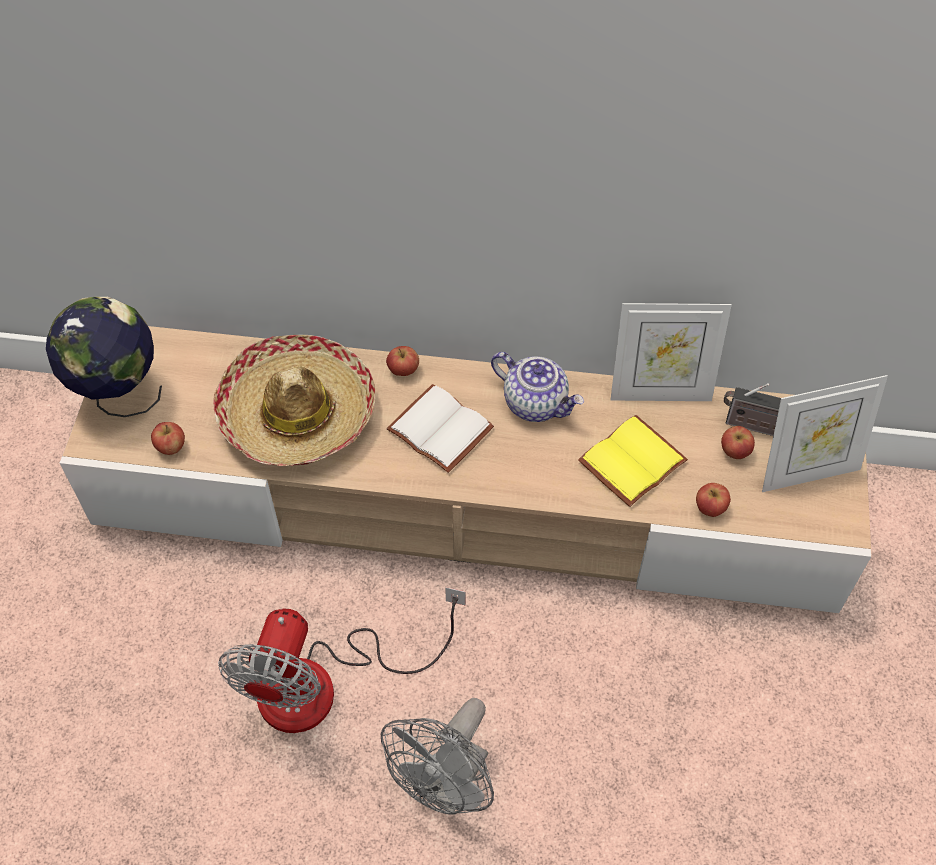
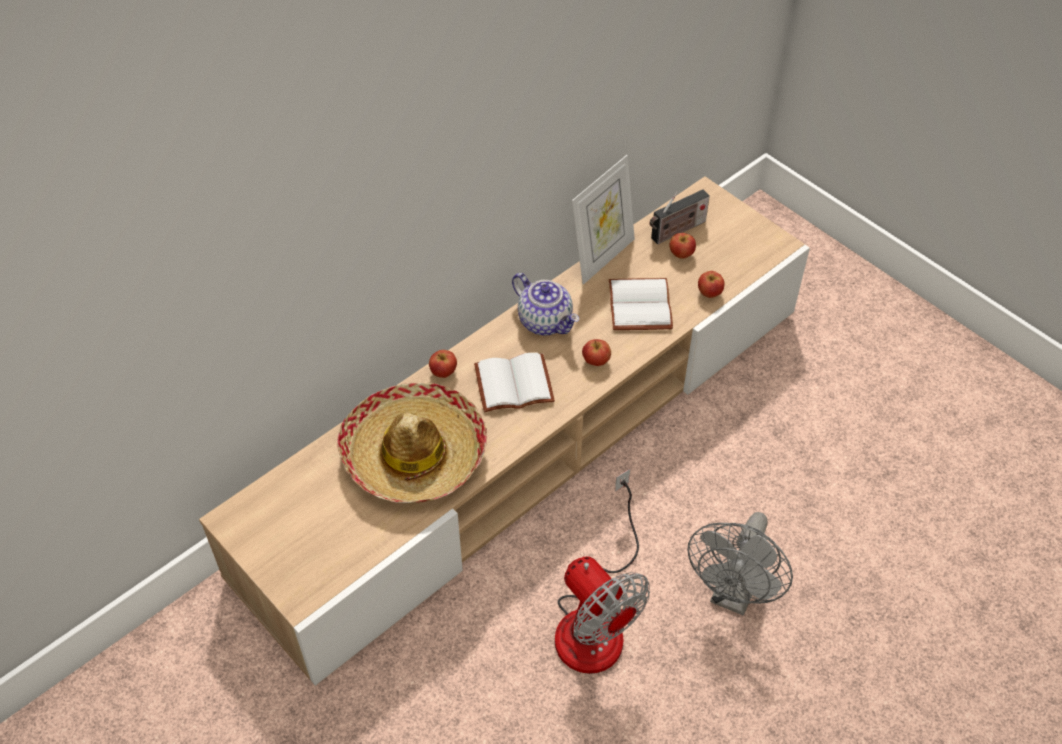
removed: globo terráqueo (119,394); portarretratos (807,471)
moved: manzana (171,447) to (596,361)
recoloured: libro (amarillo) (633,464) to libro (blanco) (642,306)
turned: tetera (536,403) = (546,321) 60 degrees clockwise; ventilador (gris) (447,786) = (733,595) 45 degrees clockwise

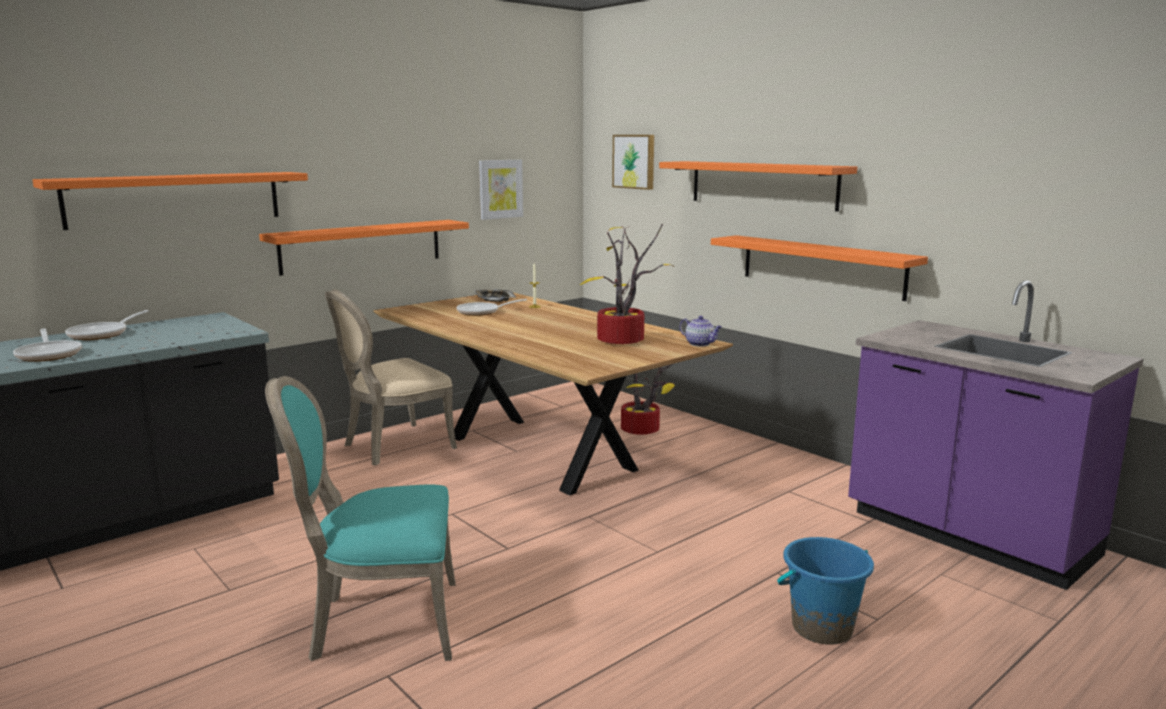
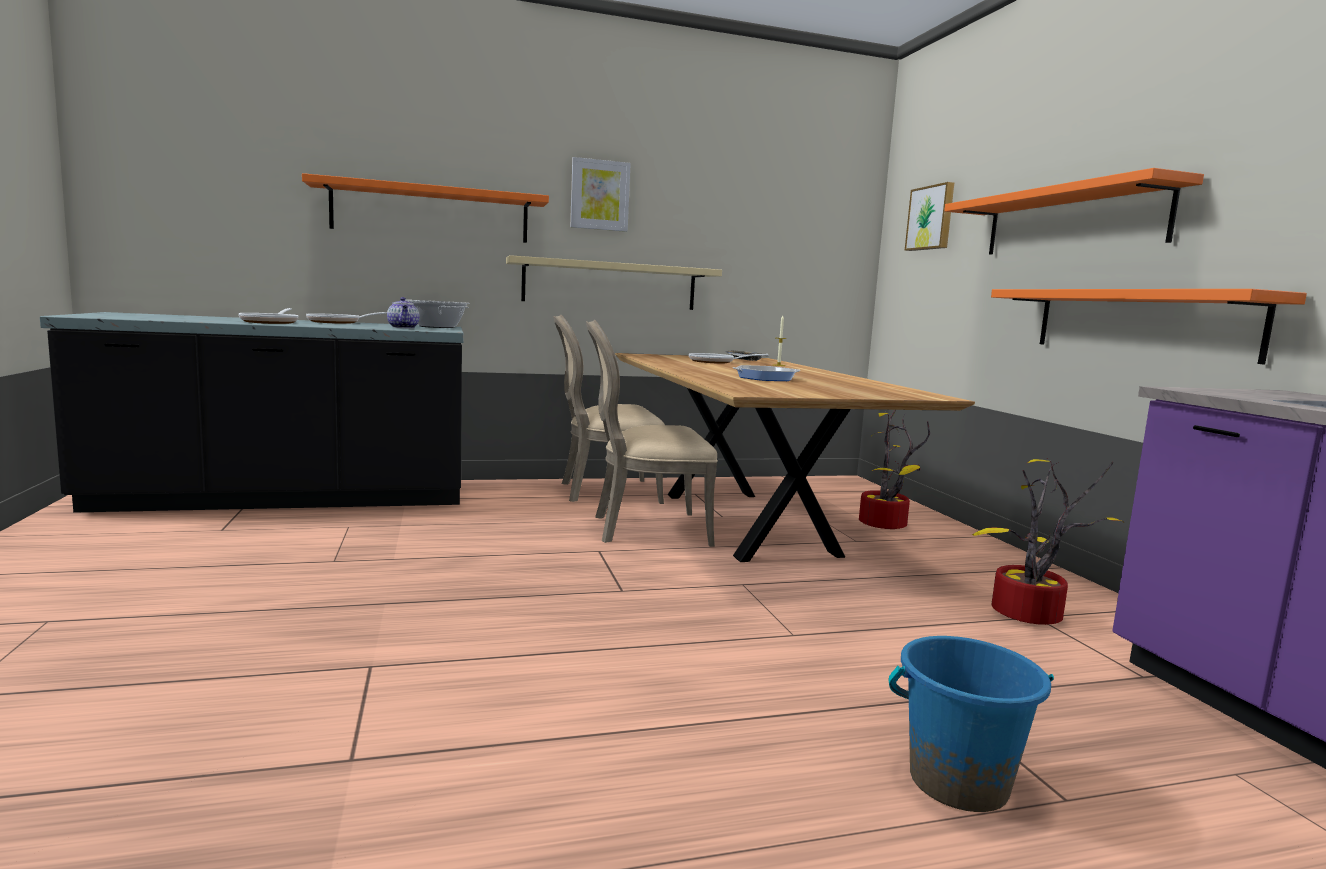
removed: silla (turquesa) (380,623)
added: olla (437,327); silla (beis) (645,529); sartén (765,378)
moved: cuadro (500,189) to (599,195); planta en maceta (622,342) to (1027,617); tetera (700,344) to (403,327)
recoloured: estante (naranja) (362,246) to estante (beis) (610,284)

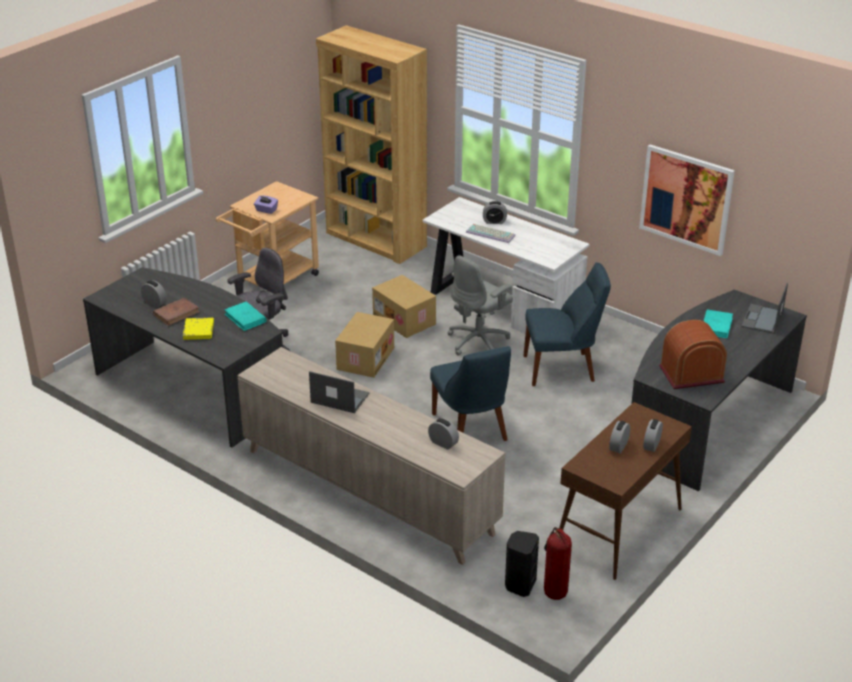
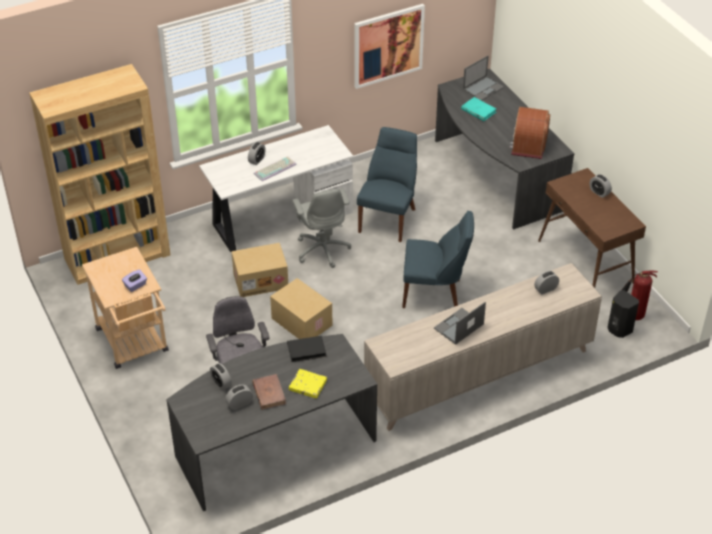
moved: despertador (618,446) to (221,383)
recoloured: libro (turquesa) (245,318) to libro (negro) (307,350)
turned: portátil (762,319) = (483,88) 90 degrees counterclockwise

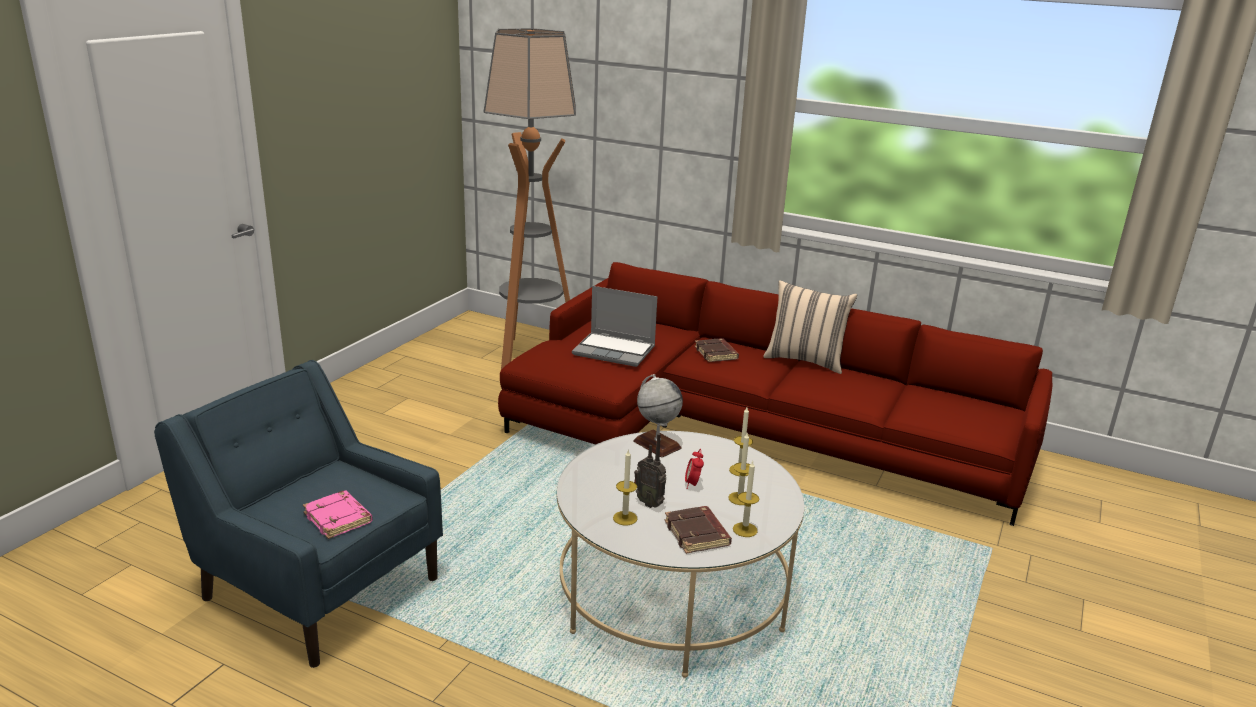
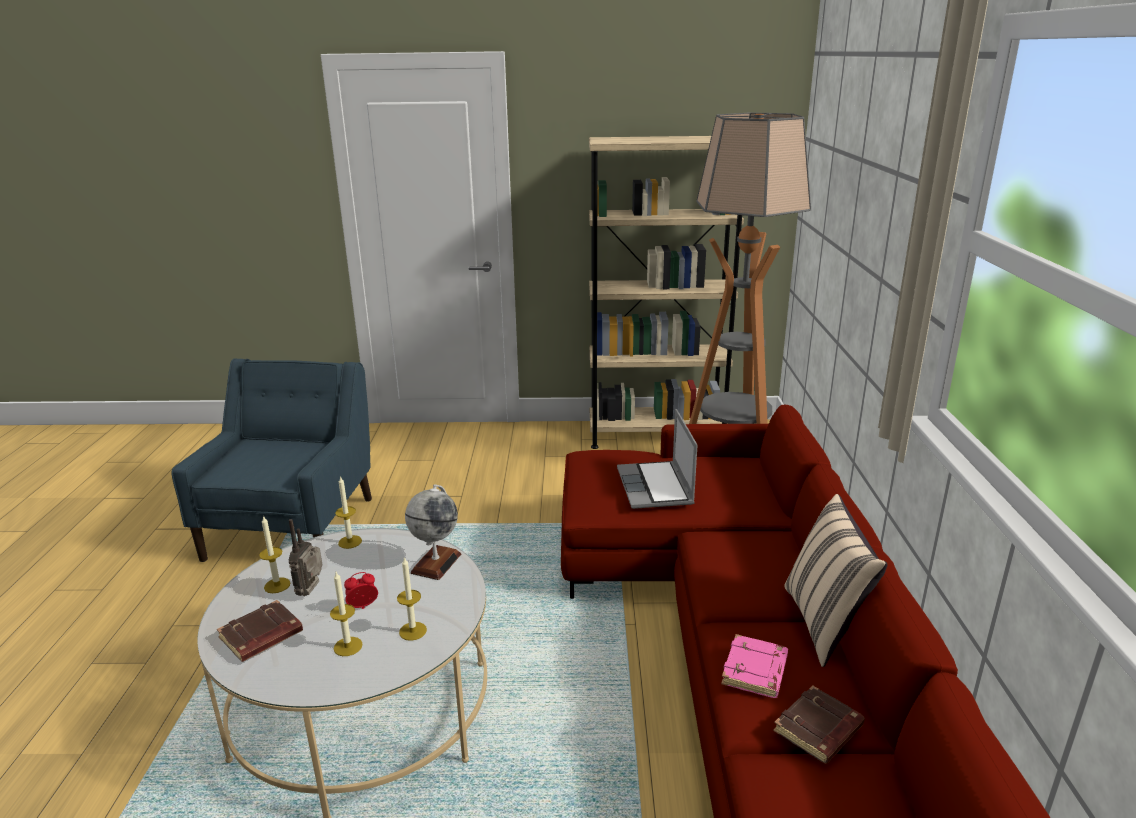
added: estantería (beis) (656,435)
moved: libro (marrón) (716,354) to (818,730); vela (745,529) to (350,542); libro (rosa) (339,518) to (755,671)

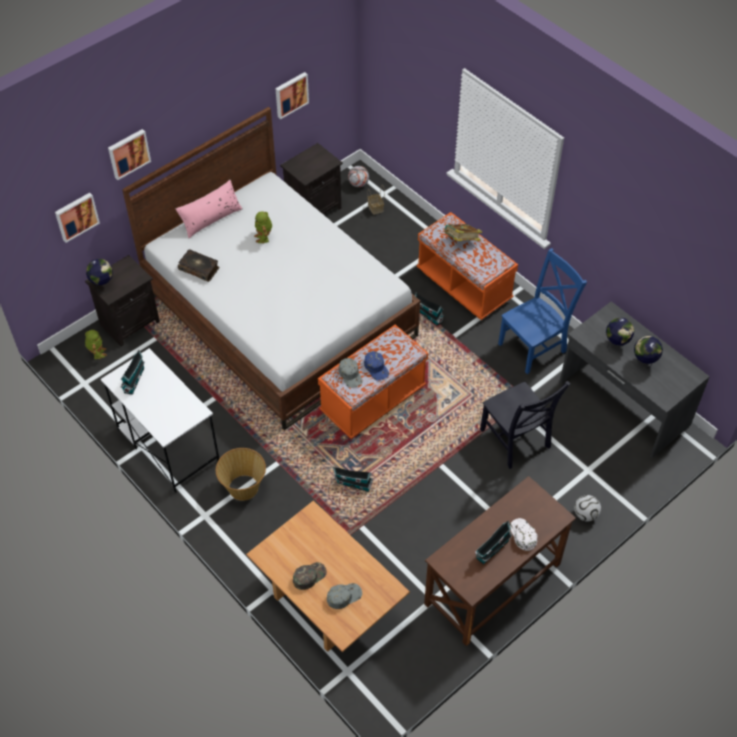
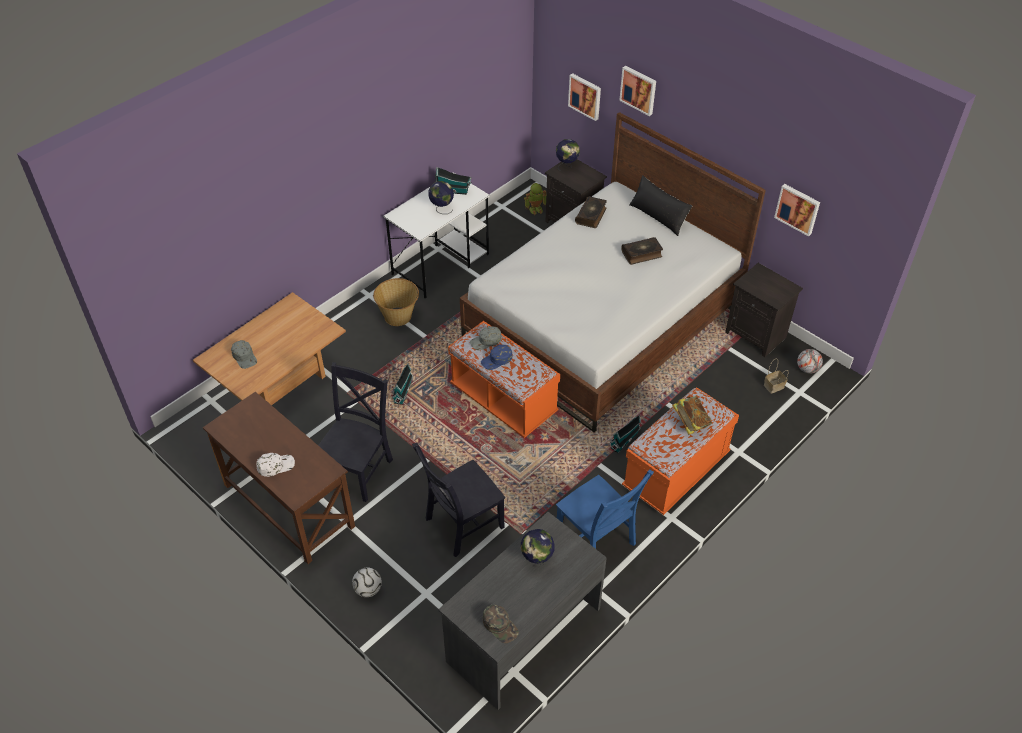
removed: casita (491,550)
added: silla (negro) (358,469)
moved: globo terráqueo (644,363) to (441,209); gorra (verde) (309,576) to (500,625)
replaced: robot de juguete (264,237) to libro (642,254)
recoloured: cojín (rosa) (211,219) to cojín (negro) (658,216)

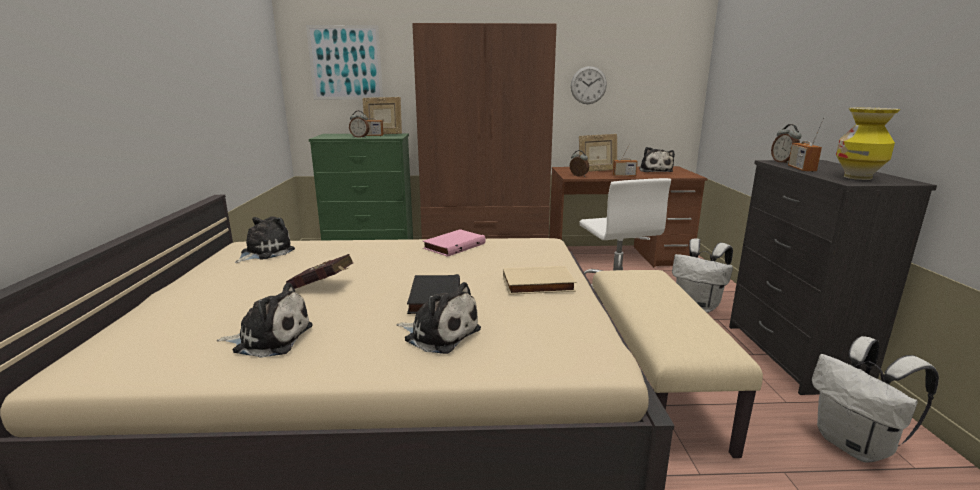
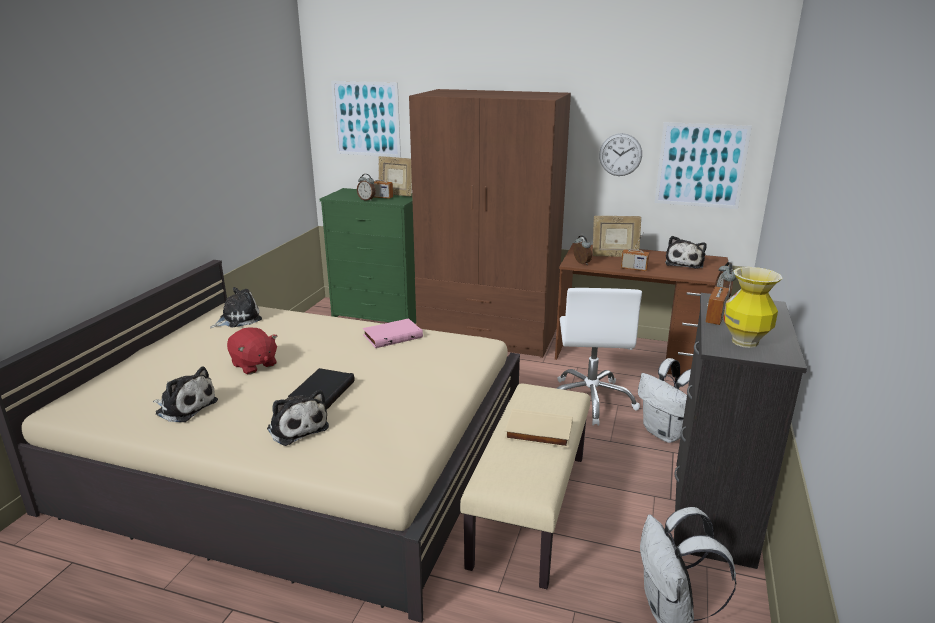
added: cuadro (701,165)
moved: libro (beis) (538,285) to (538,432)
replaced: libro (rojo) (324,287) to peluche (rojo) (254,365)

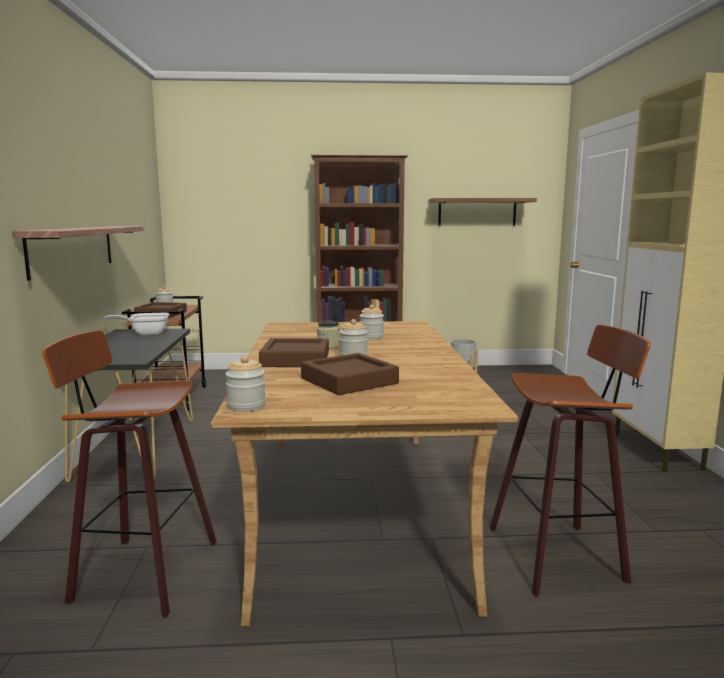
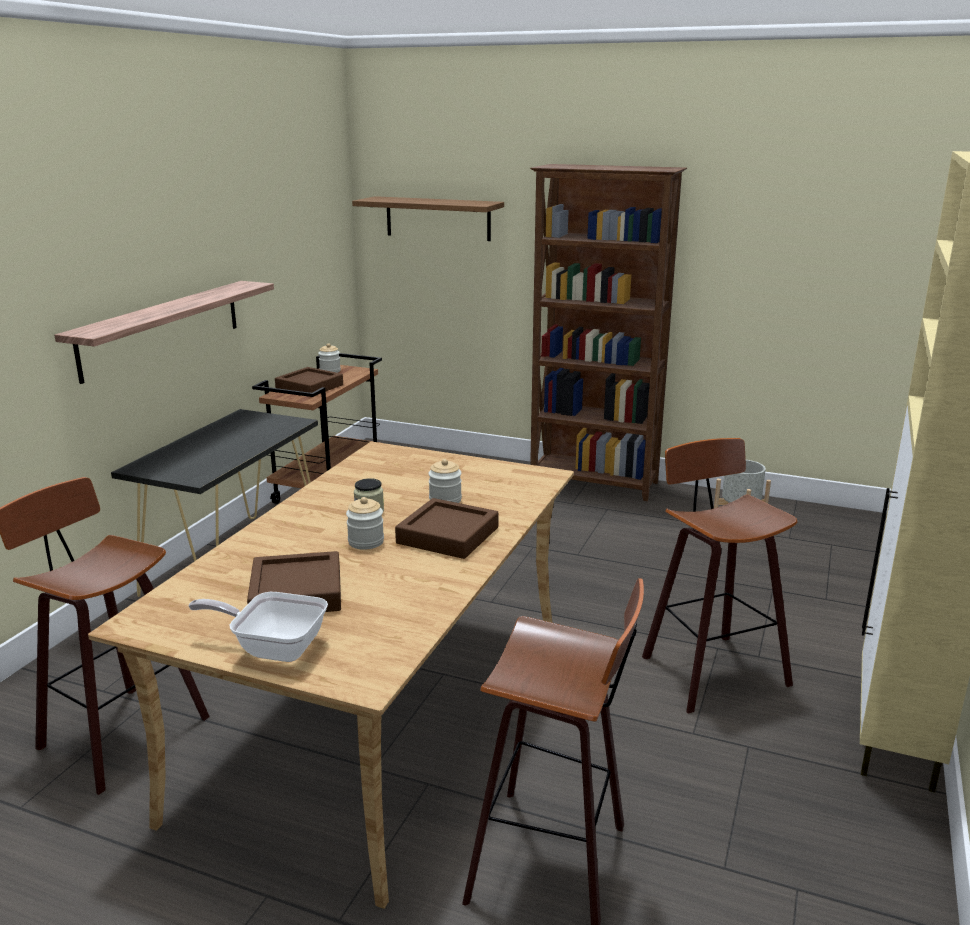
removed: tarro (246,406)
added: taburete (709,669)
moved: estante (477,212) to (438,218); sartén (145,333) to (273,647); bandeja (marrón) (295,359) to (447,535)

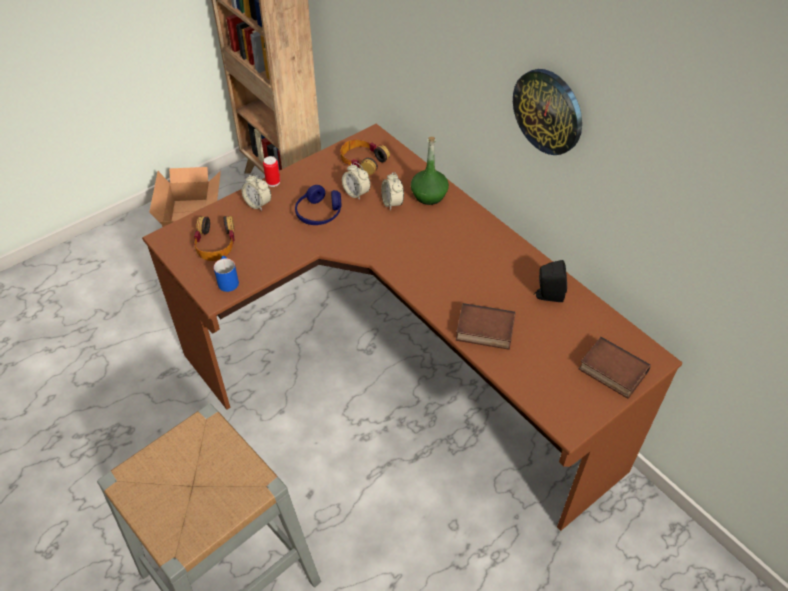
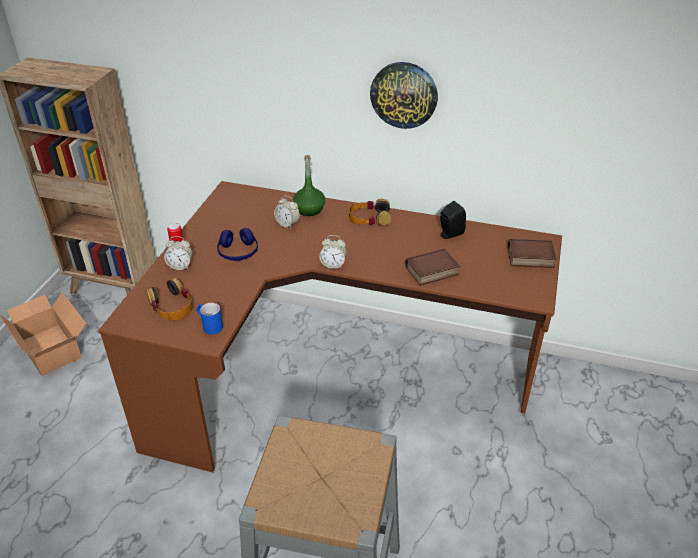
moved: auriculares (363,161) to (369,218); despertador (356,193) to (333,265)

